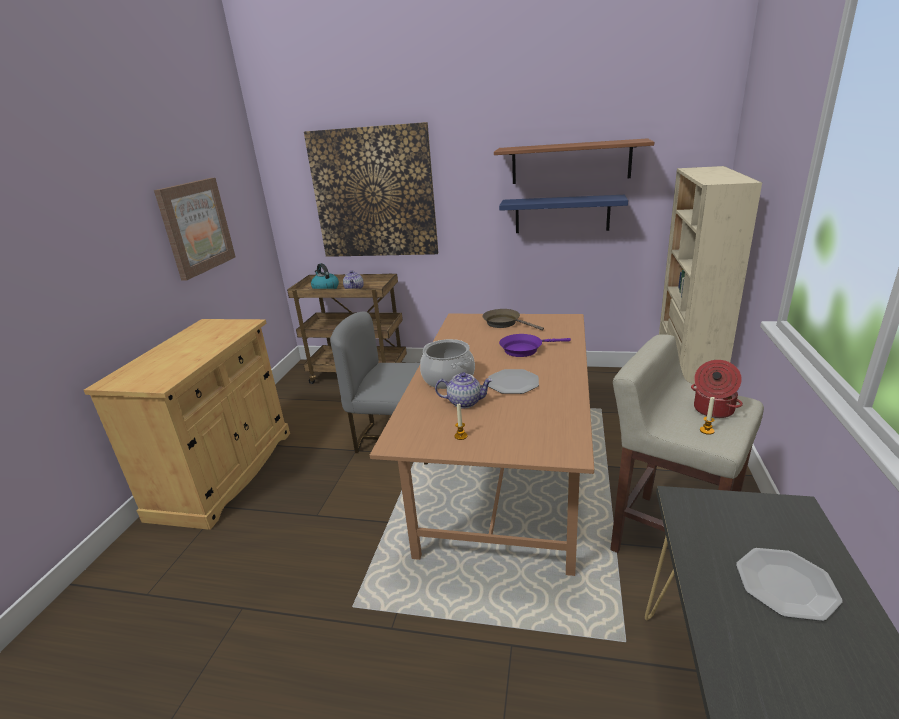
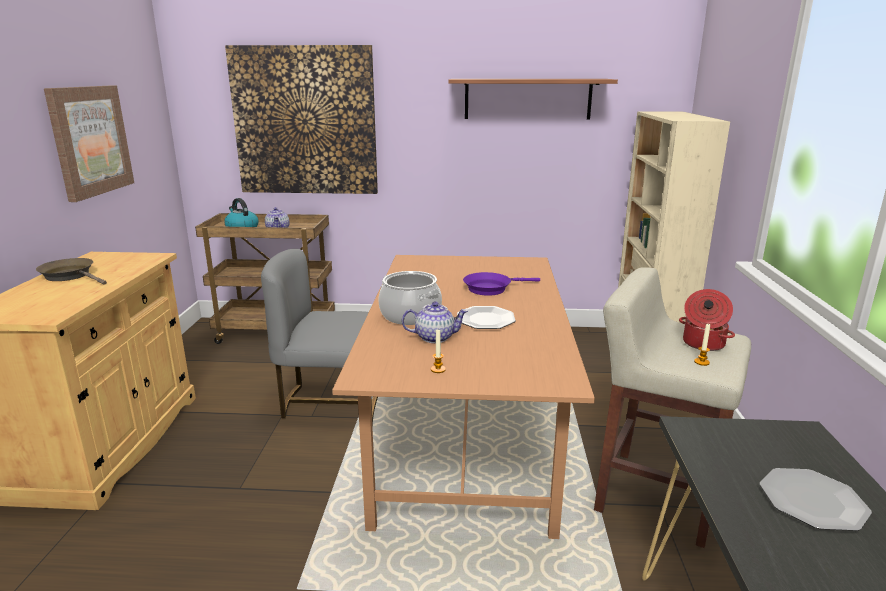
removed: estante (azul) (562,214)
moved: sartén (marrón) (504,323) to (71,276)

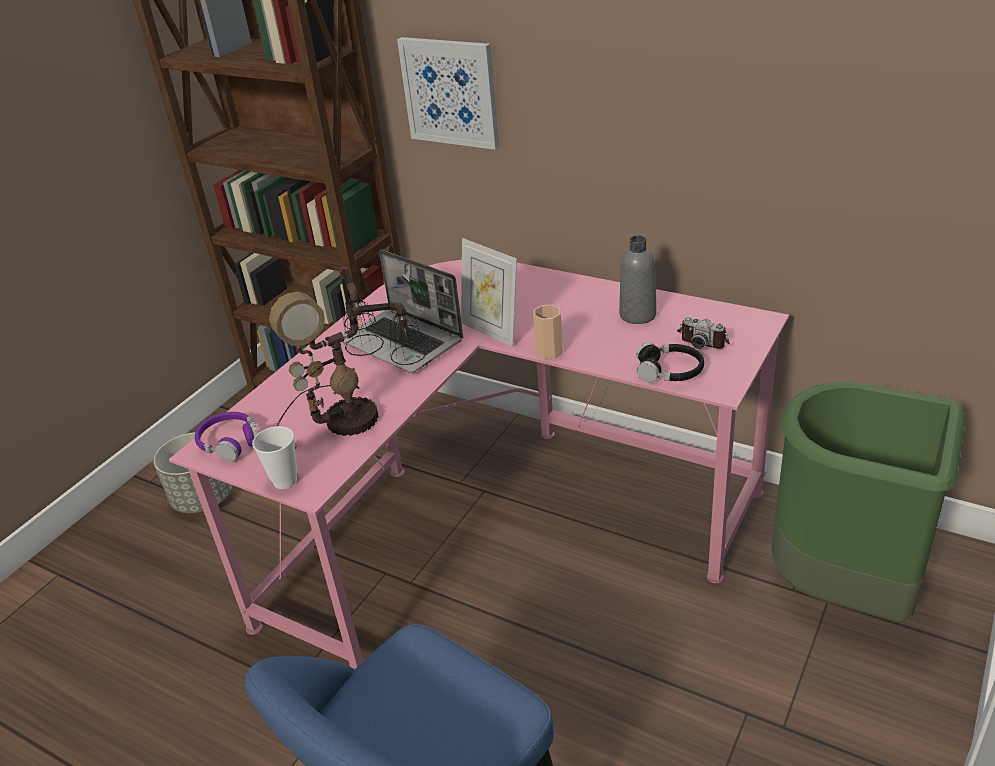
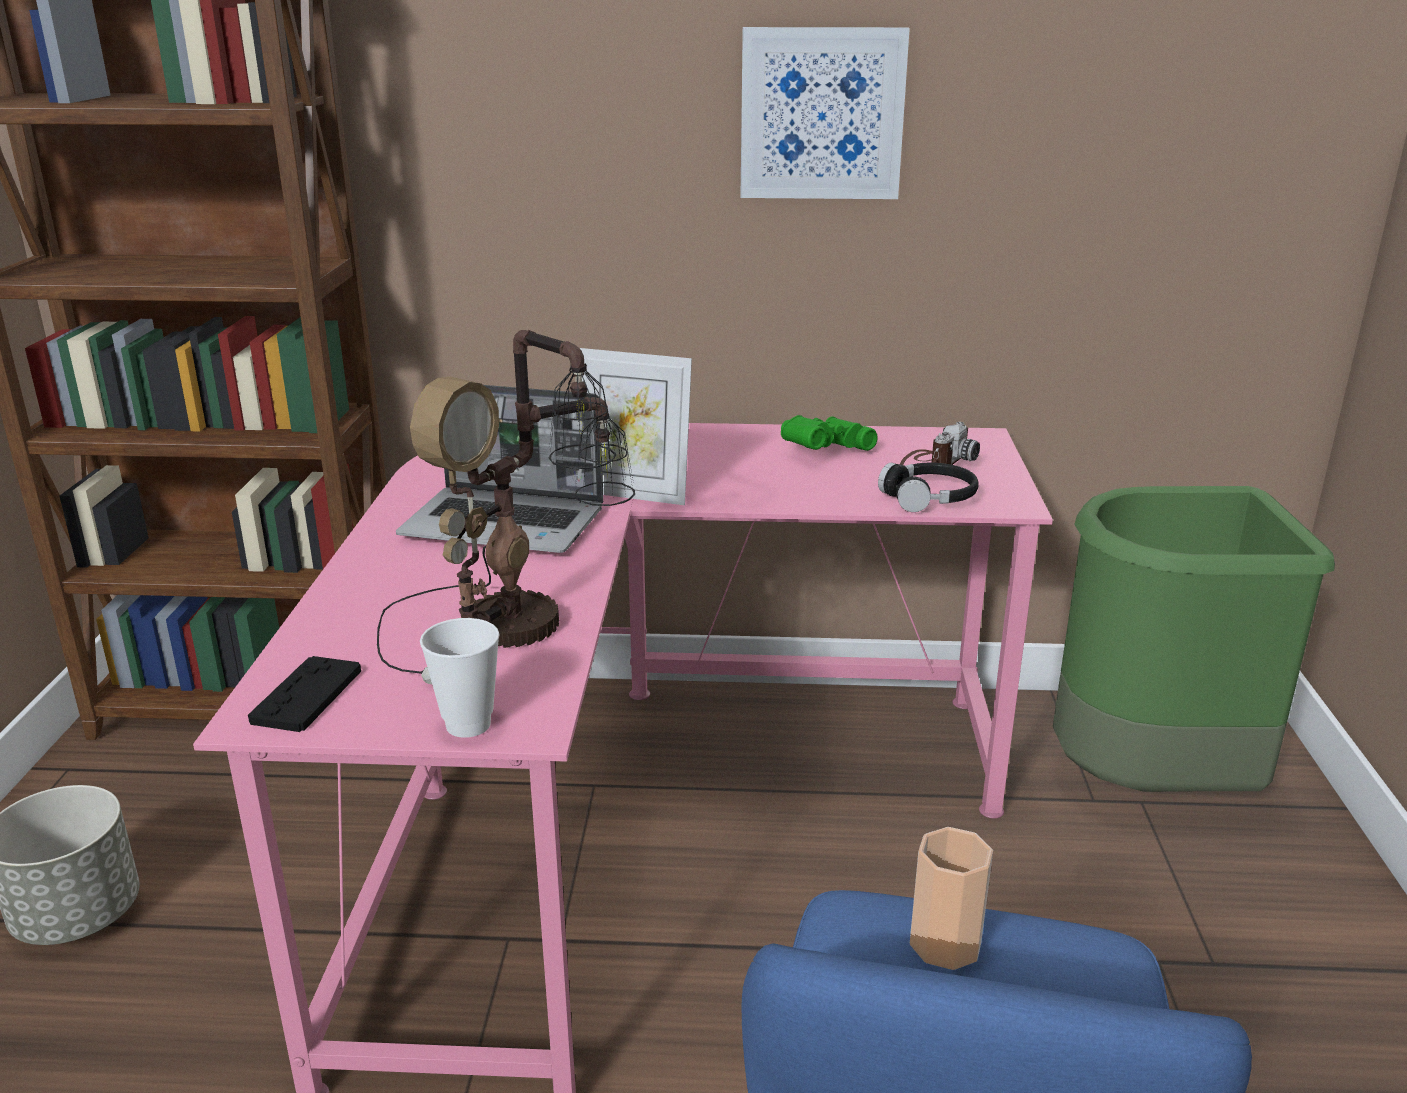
moved: cuadro (450,92) to (821,114); taza (549,351) to (945,944)
replaced: botella (gris) (637,315) to prismáticos (verde) (822,451); auriculares (morado) (230,442) to mando de consola (negro) (307,696)
turned: cámara (704,339) = (935,462) 60 degrees counterclockwise

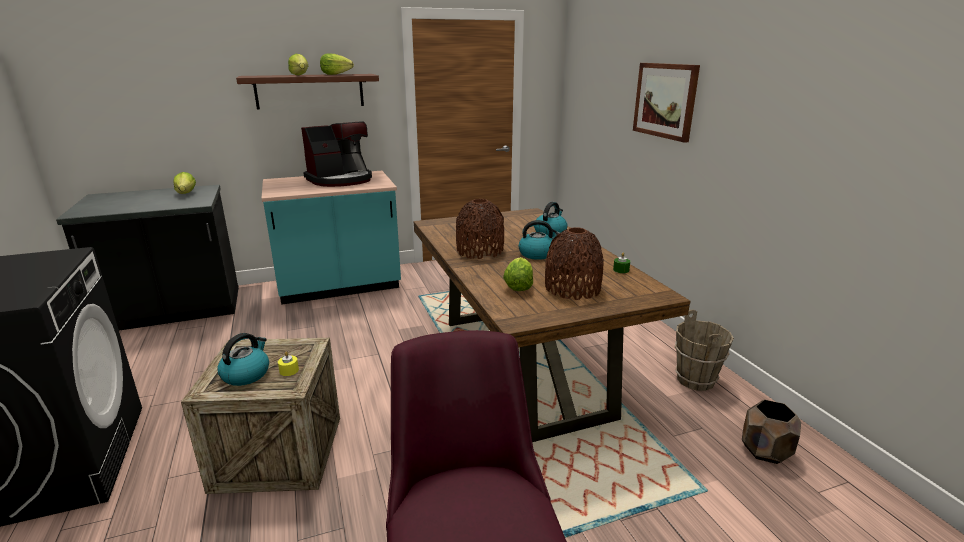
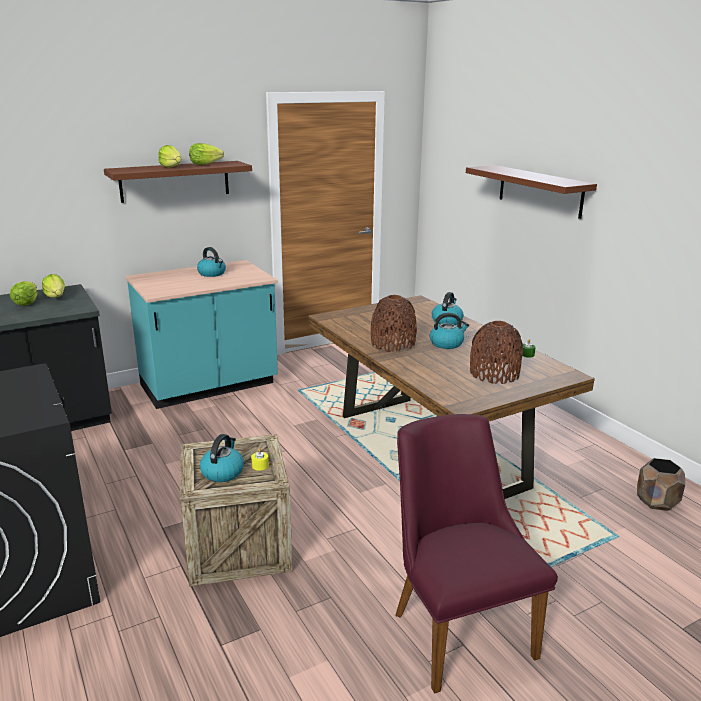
removed: cubo (marrón) (696,380)
moved: lechuga (518,286) to (26,303)
replaced: cuadro (665,100) to estante (marrón) (540,191); cafetera (341,180) to hervidor (212,273)

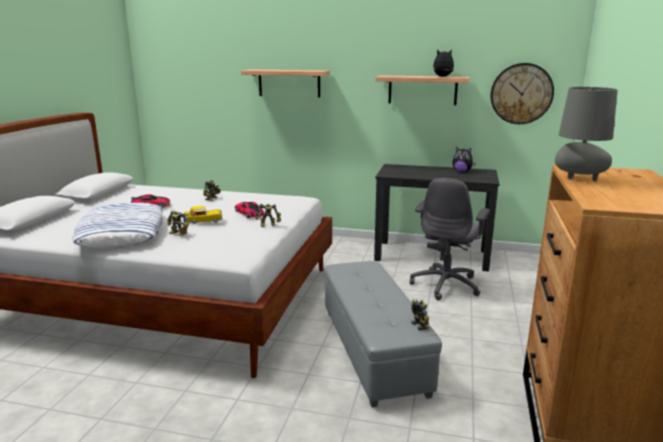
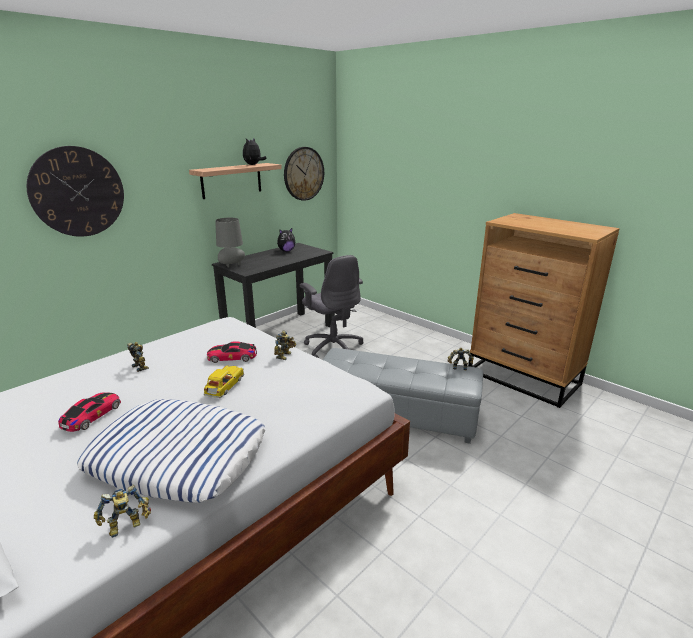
moved: lámpara de mesa (gris) (578,179) to (231,266); robot de juguete (177,234) to (126,527)
replaced: estante (289,83) to reloj de pared (78,192)

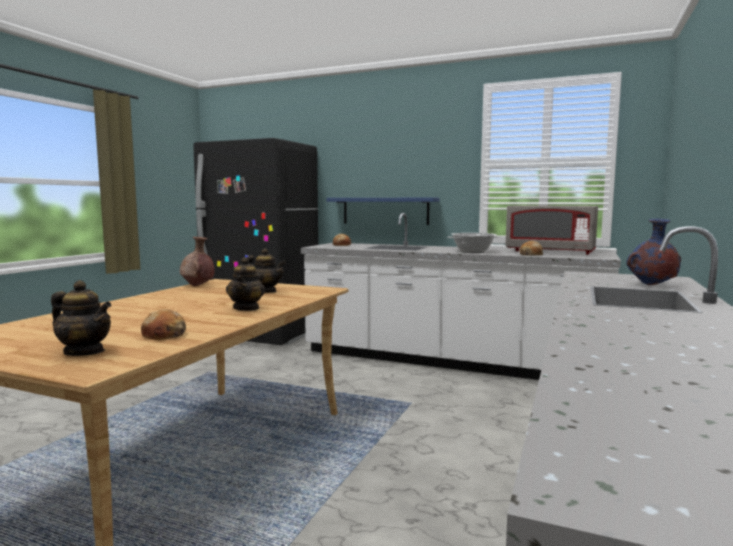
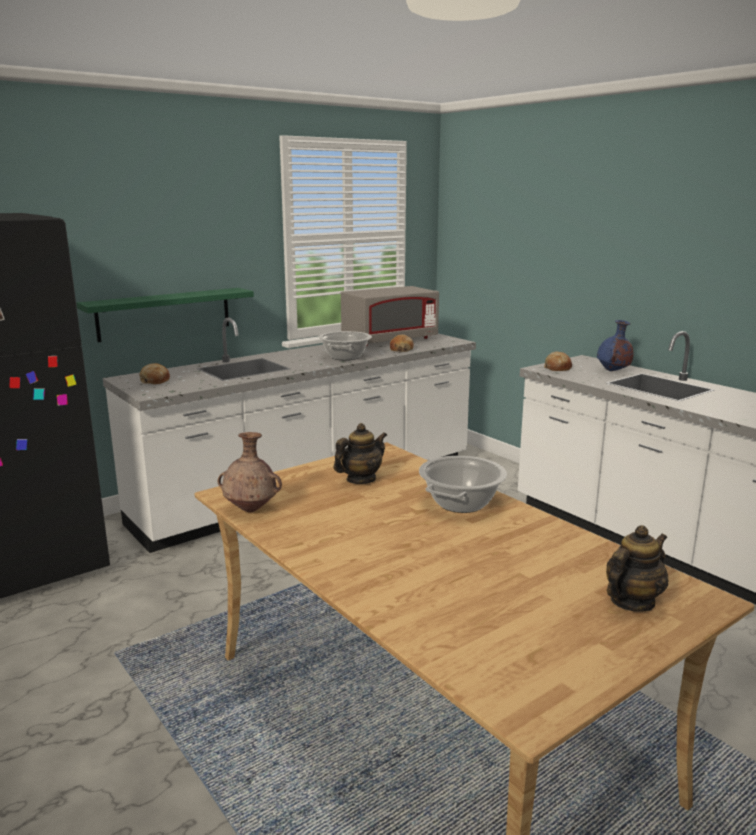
moved: pan (164,335) to (557,368)
replaced: tetera (246,308) to olla (461,503)
recoloured: estante (azul) (385,211) to estante (verde) (164,314)

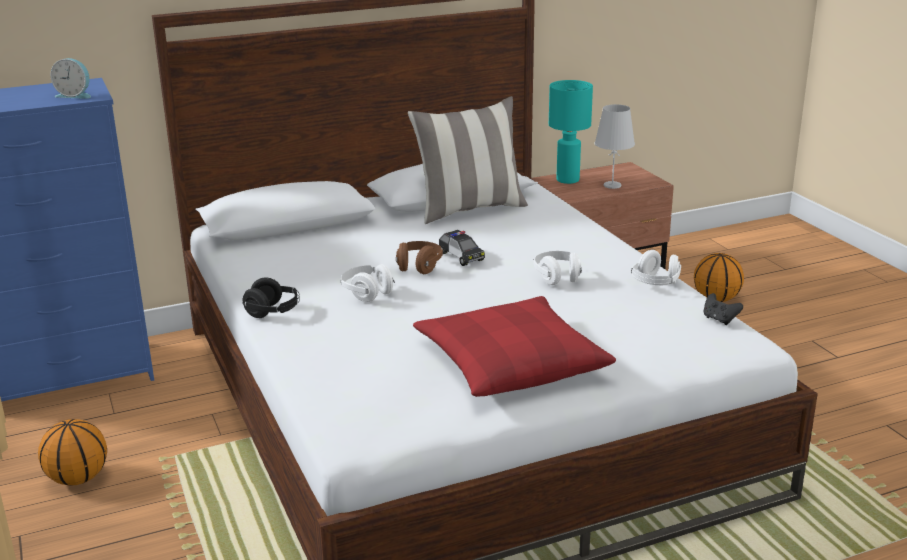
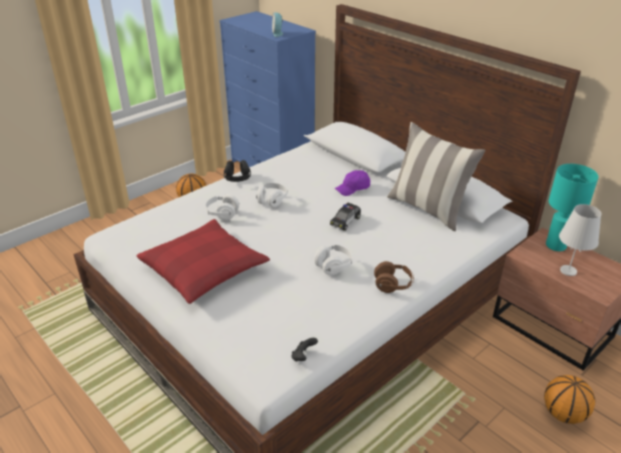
added: gorra (morado) (353,188)
moved: auriculares (marrón) (419,267) to (393,285); auriculares (blanco) (655,284) to (222,214)

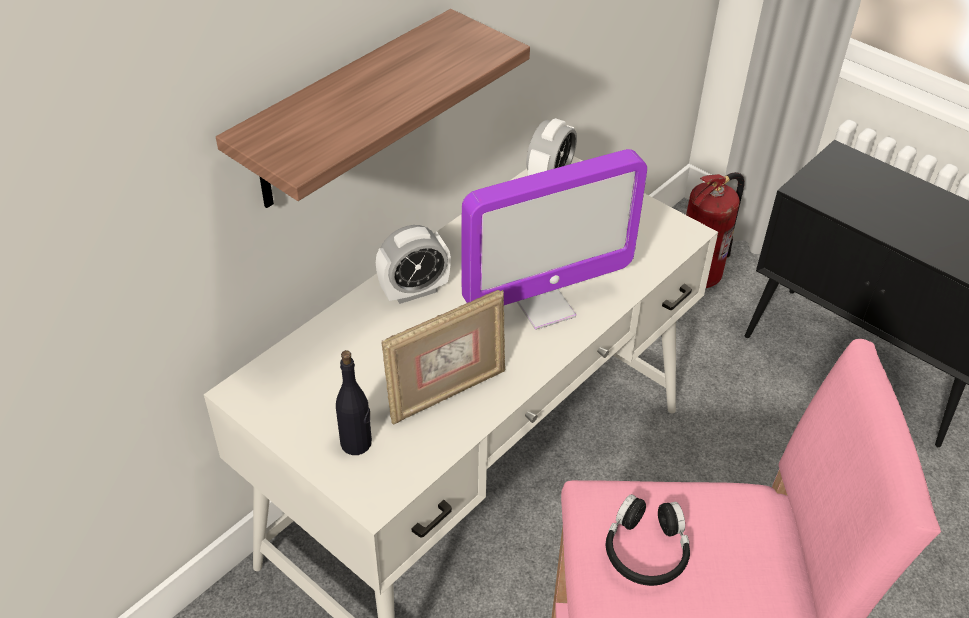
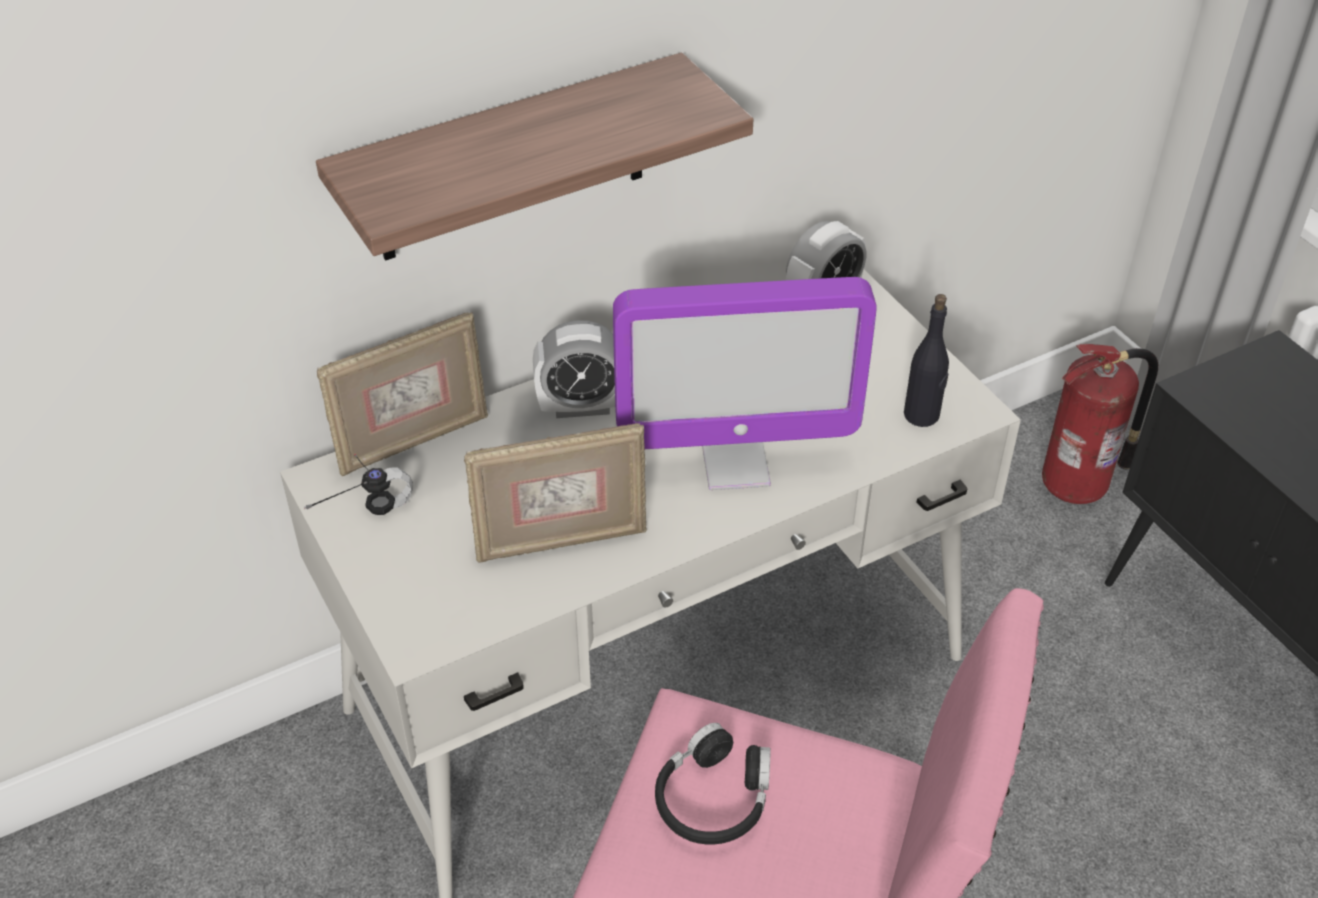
added: portarretratos (412,441); auriculares (360,507)
moved: botella (negro) (356,443) to (922,415)

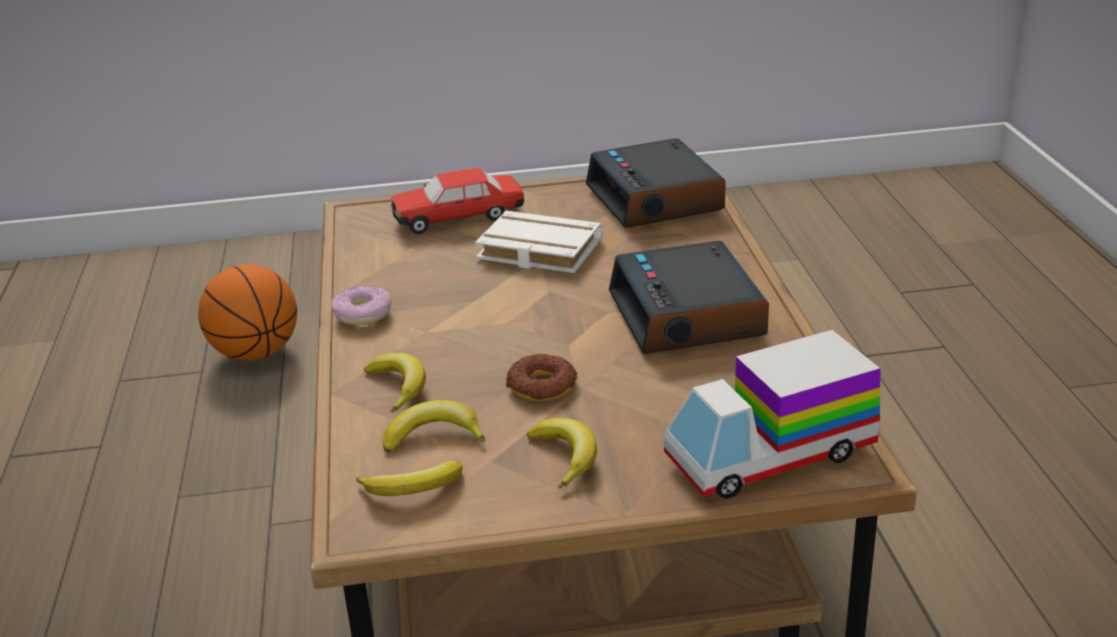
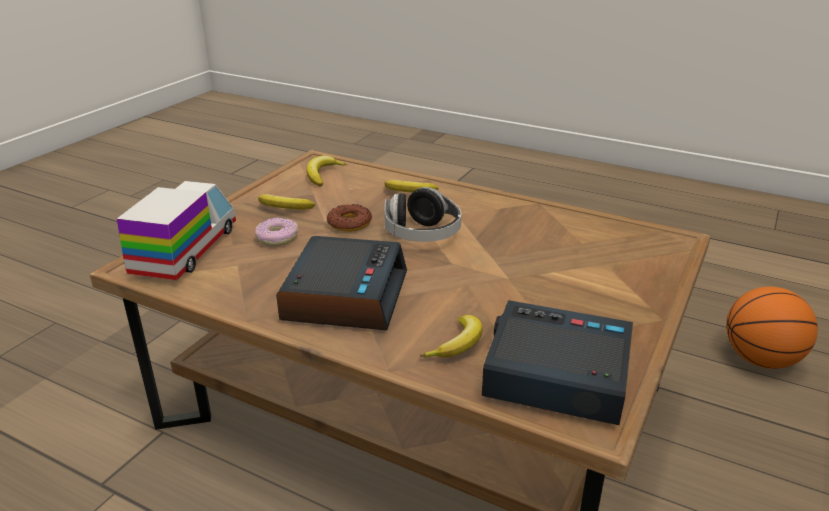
removed: coche de juguete (459,217); libro (blanco) (536,251)
added: auriculares (422,235)
moved: rosquilla (363,314) to (277,238); plátano (434,436) to (458,345)
turned: despertador (688,315) = (344,295) 75 degrees clockwise

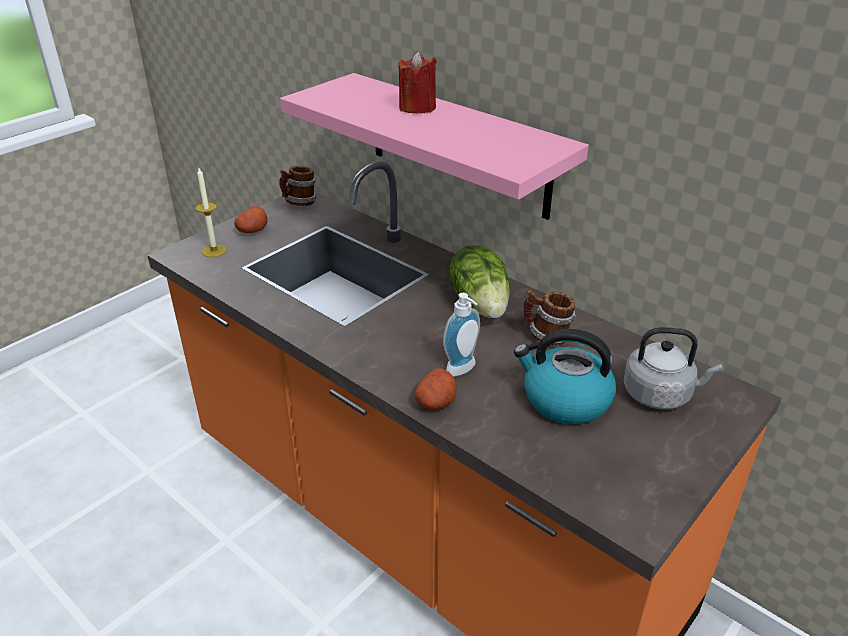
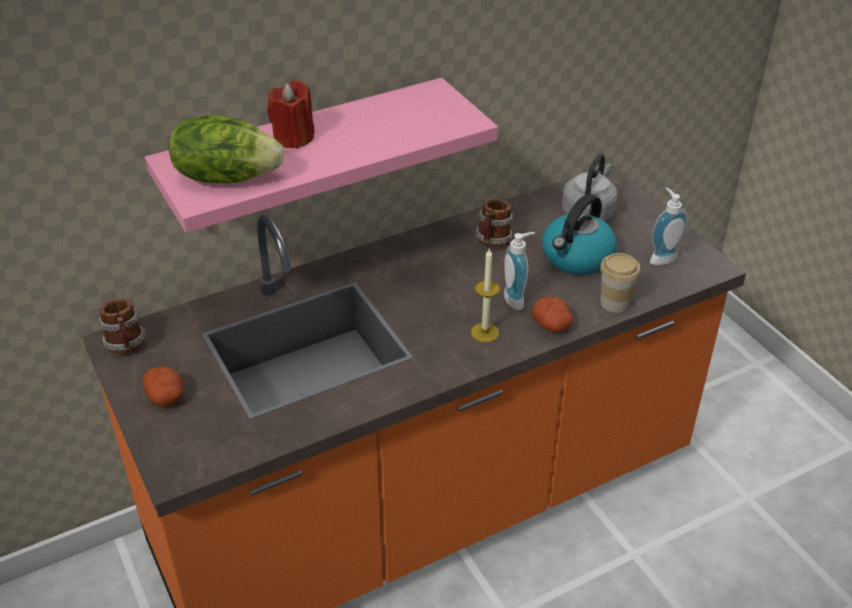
added: dispensador de jabón (661,257); taza (614,303)
moved: vela (214,251) to (485,332); lechuga (481,304) to (226,177)

